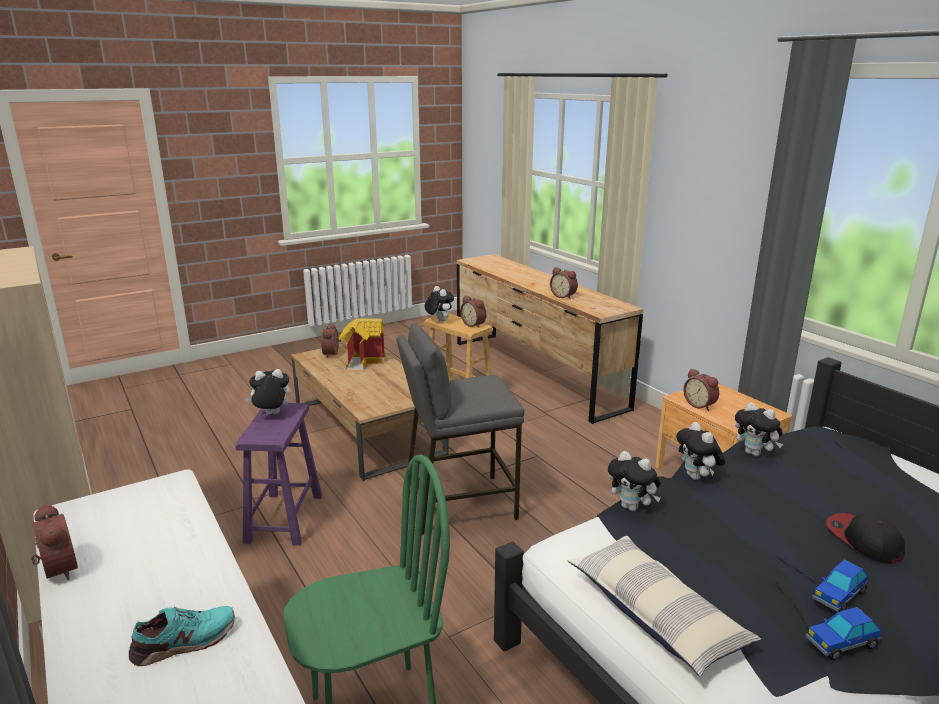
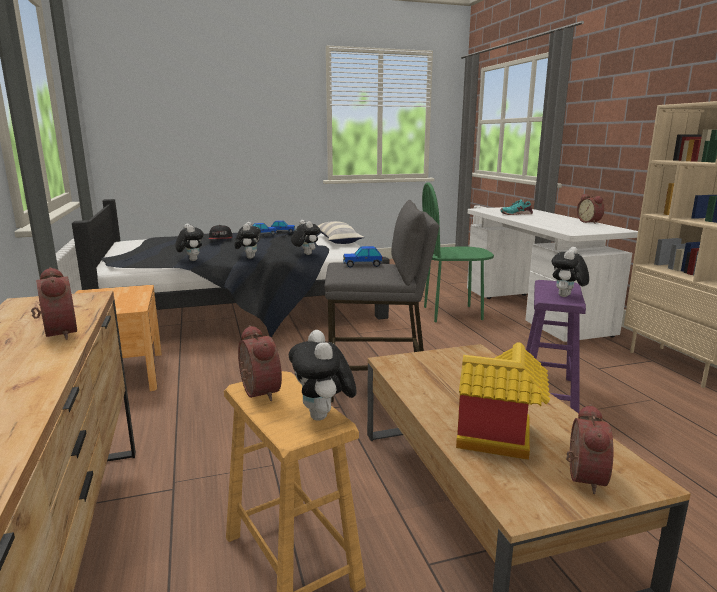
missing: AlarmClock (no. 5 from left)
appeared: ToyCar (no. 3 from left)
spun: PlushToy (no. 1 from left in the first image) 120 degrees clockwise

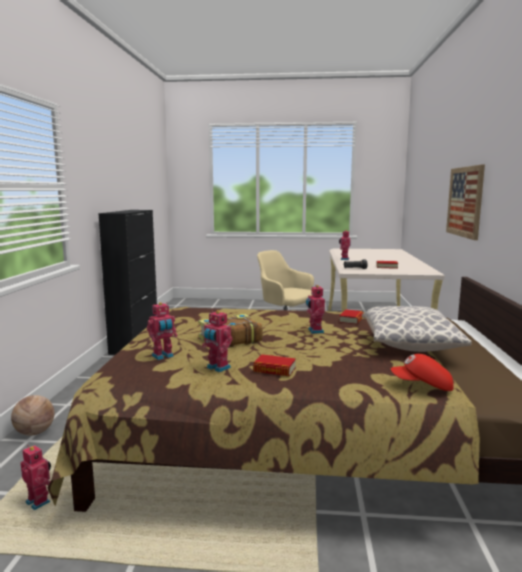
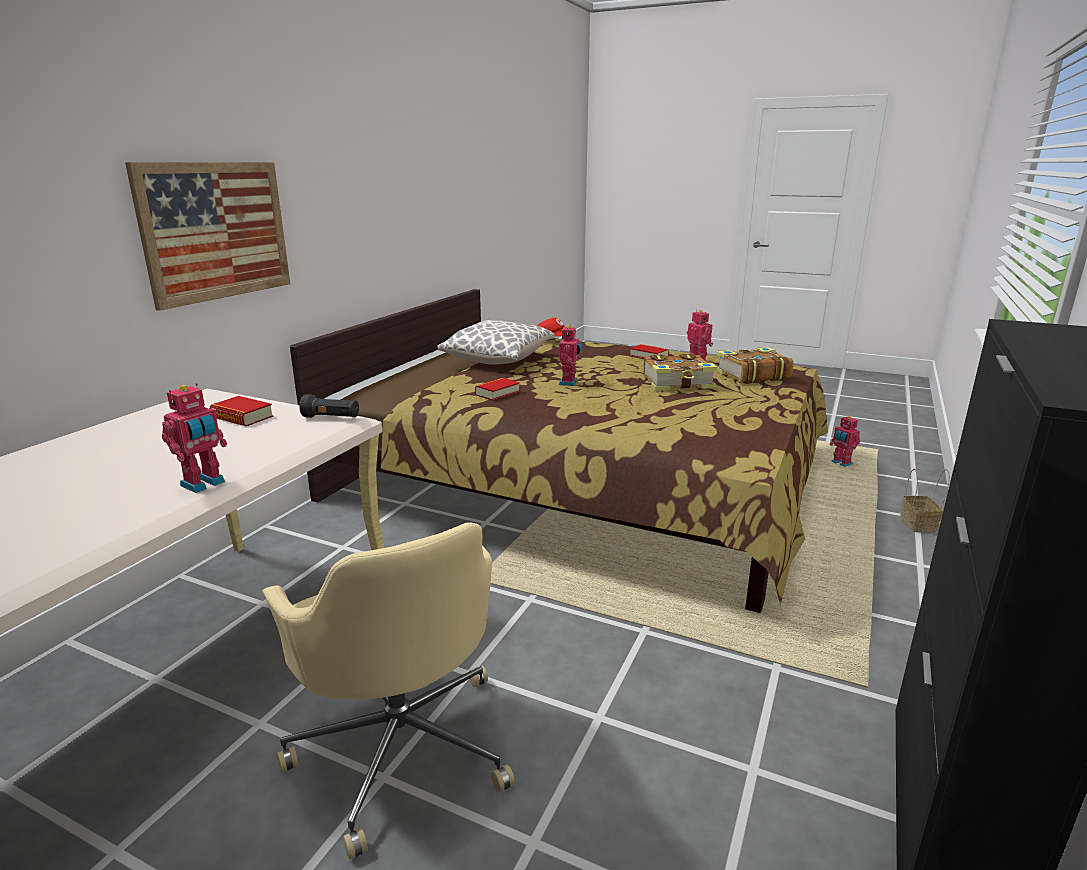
exchanged: ToyRobot (no. 2 from left) to Book (no. 5 from left); Basketball to Basket

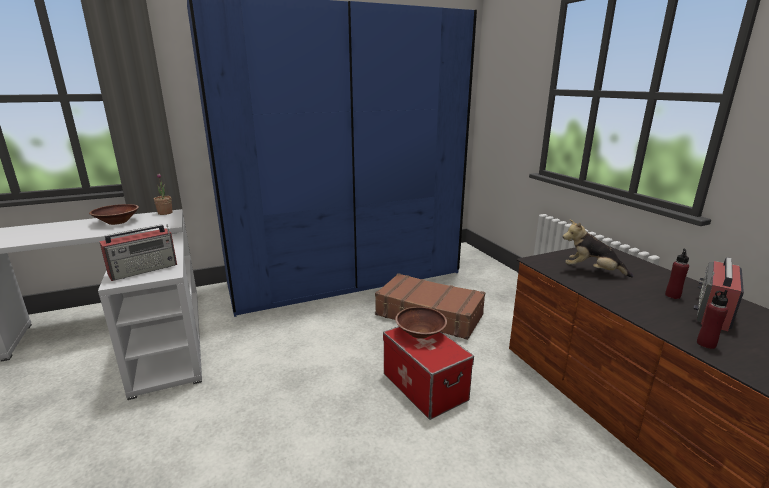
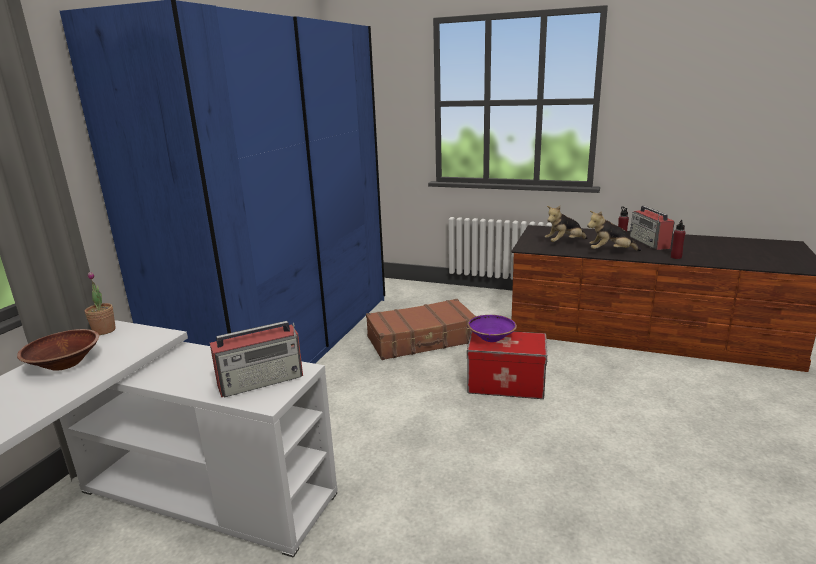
appeared: PlushToy (no. 2 from left)
colour: BrownBowl (no. 2 from left) to PurpleBowl
spun: Radio (no. 1 from left) 60 degrees clockwise

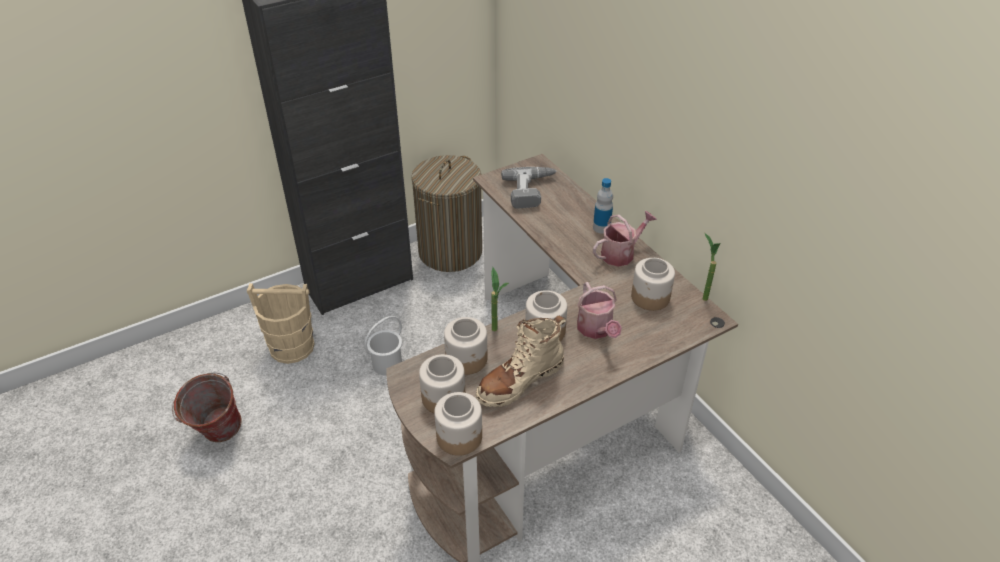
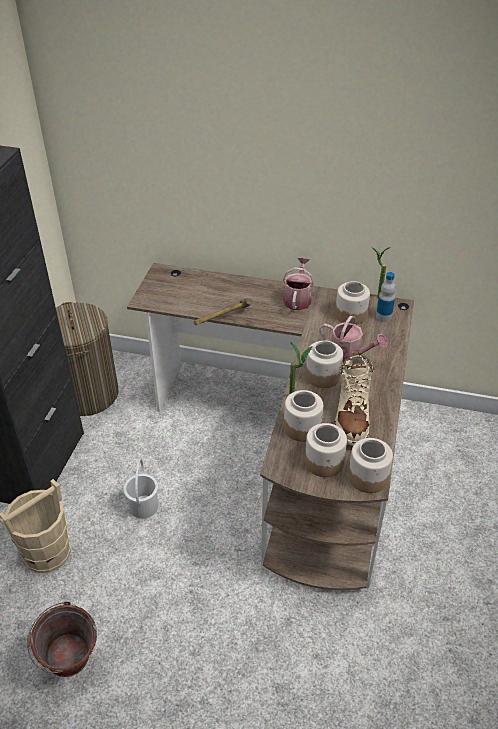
missing: PowerDrill
appeared: Hammer
relocated: Bottle

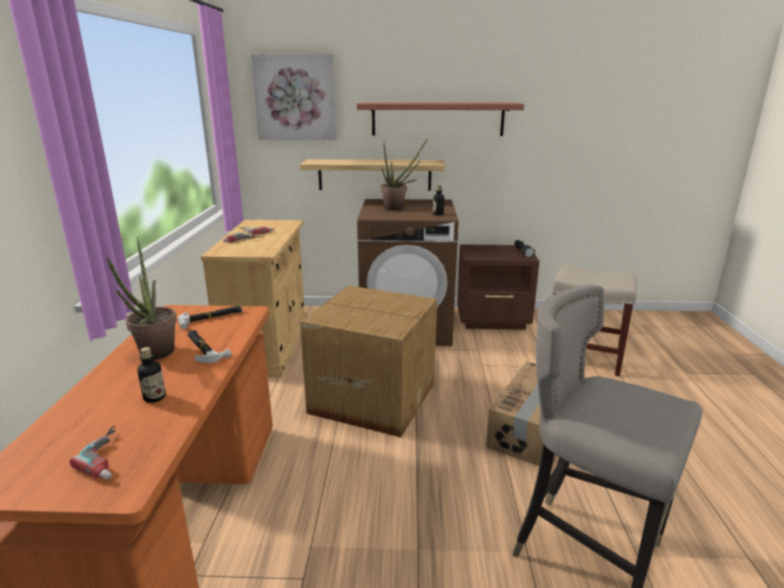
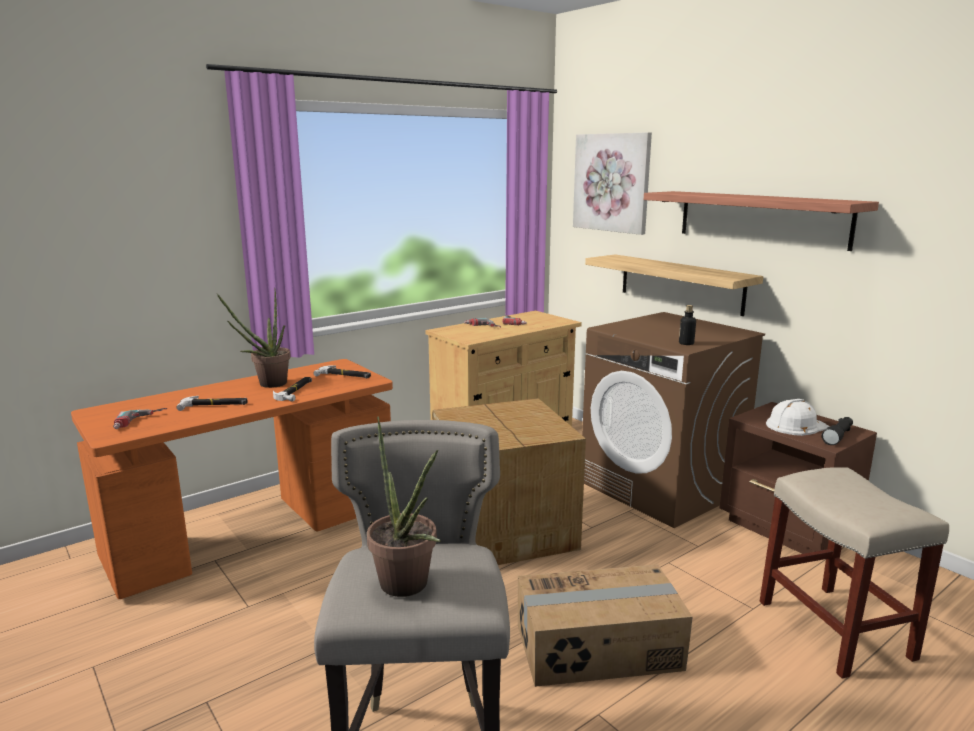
appeared: WhiteHardHat
relocated: PottedPlant (no. 2 from left)
exchanged: Bottle (no. 1 from left) to Hammer (no. 1 from left)

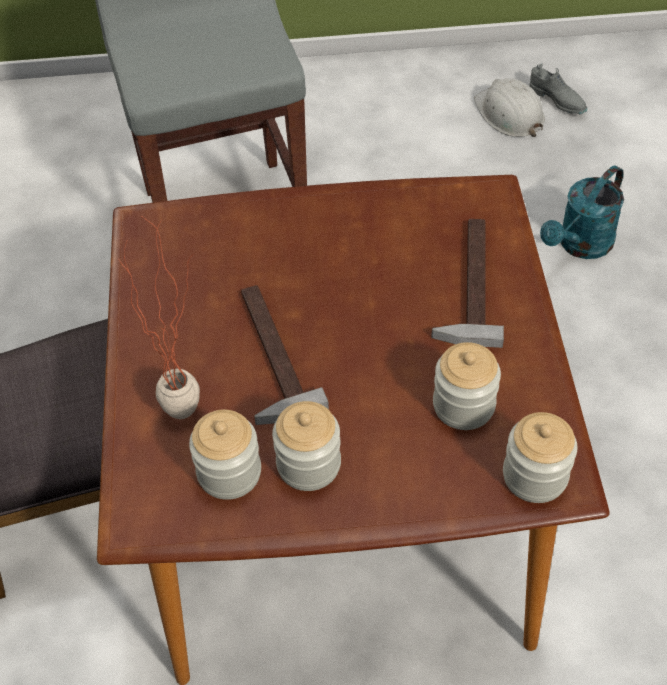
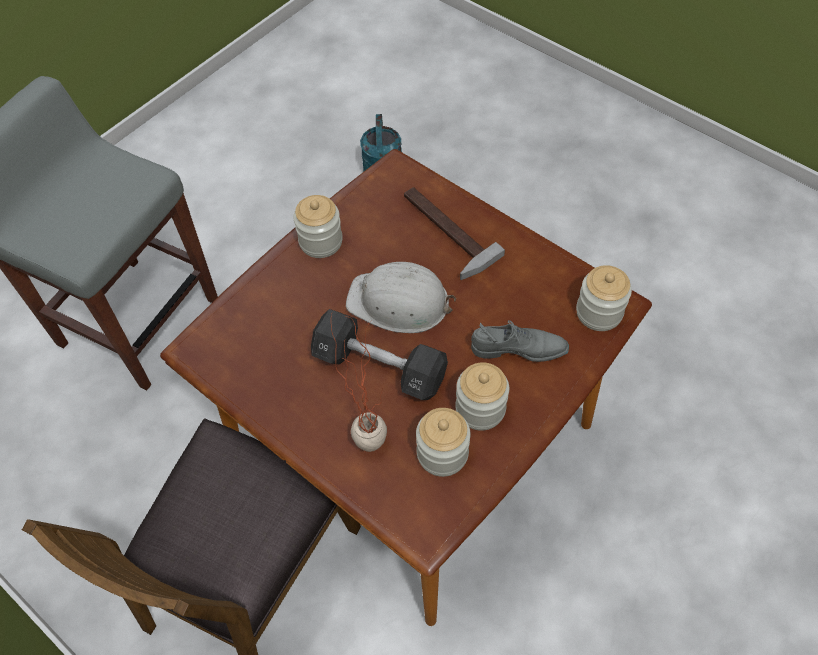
relocated: GreyShoe; WhiteHardHat; Jar (no. 3 from left in the first image) to Jar (no. 1 from left)
exchanged: Hammer (no. 1 from left) to BlackDumbbell

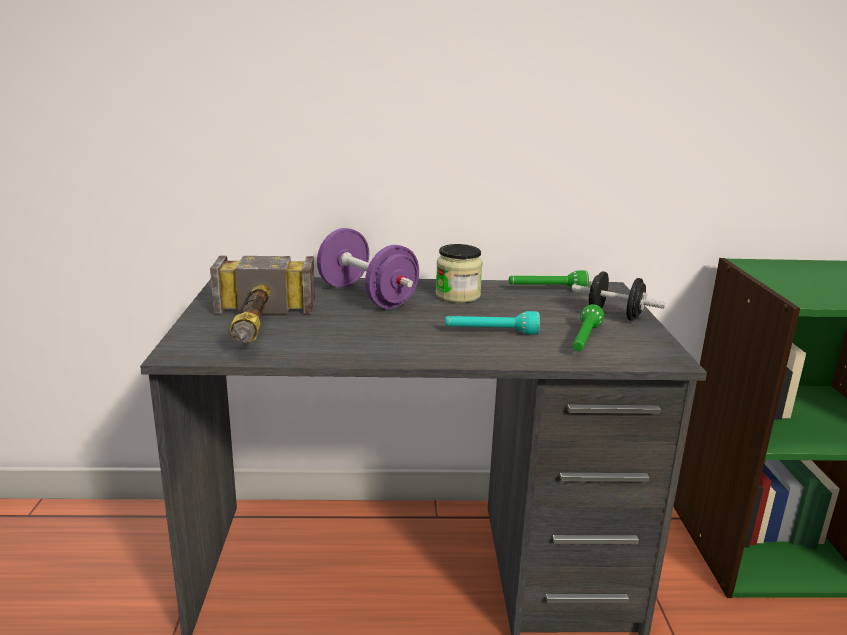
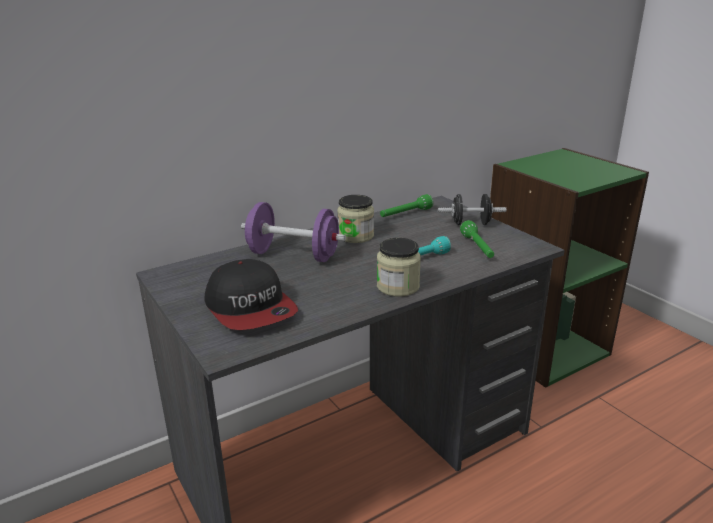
appeared: Jar (no. 2 from left)
exchanged: Hammer to Cap

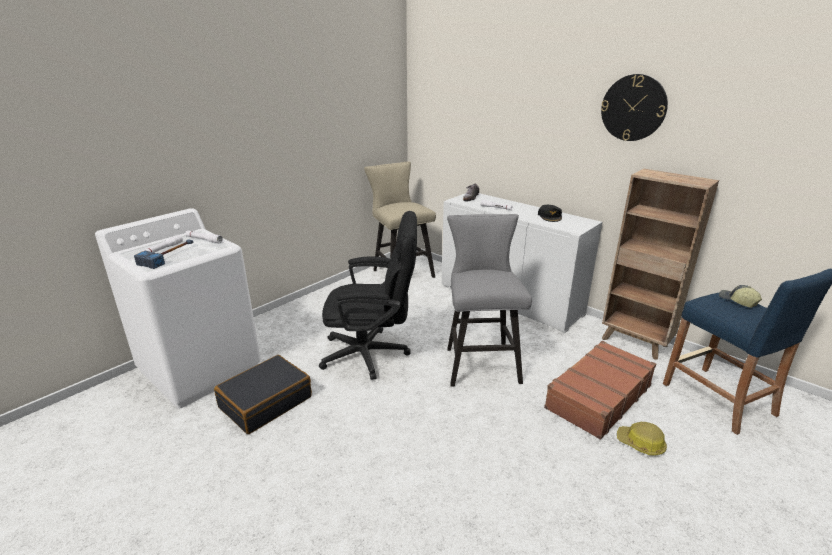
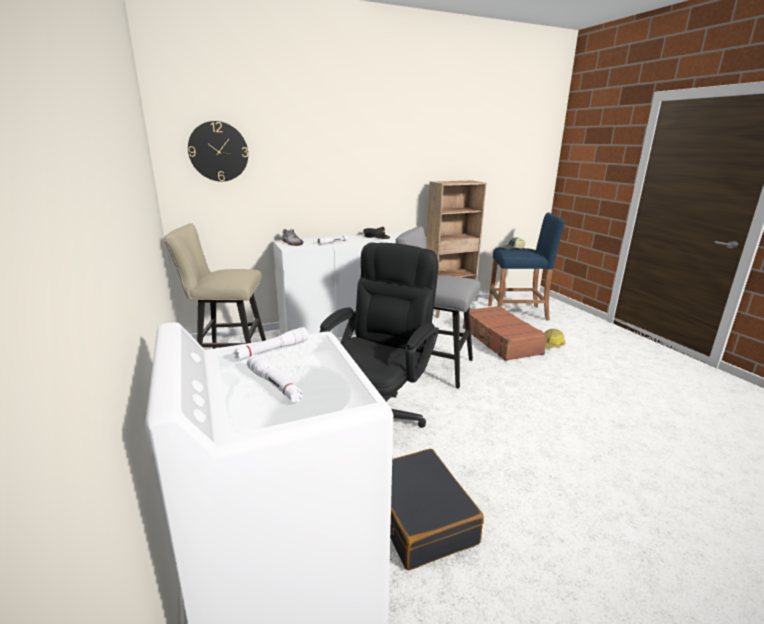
missing: Hammer
relocated: WallClock

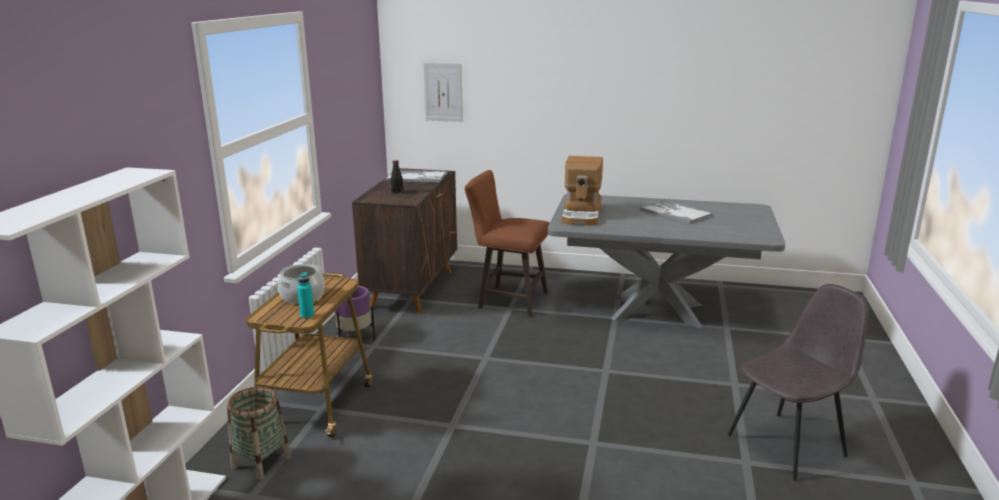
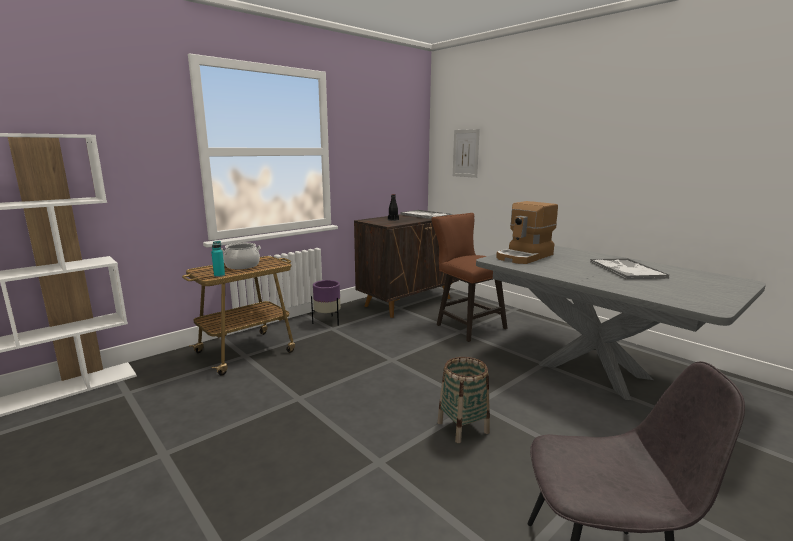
relocated: Basket

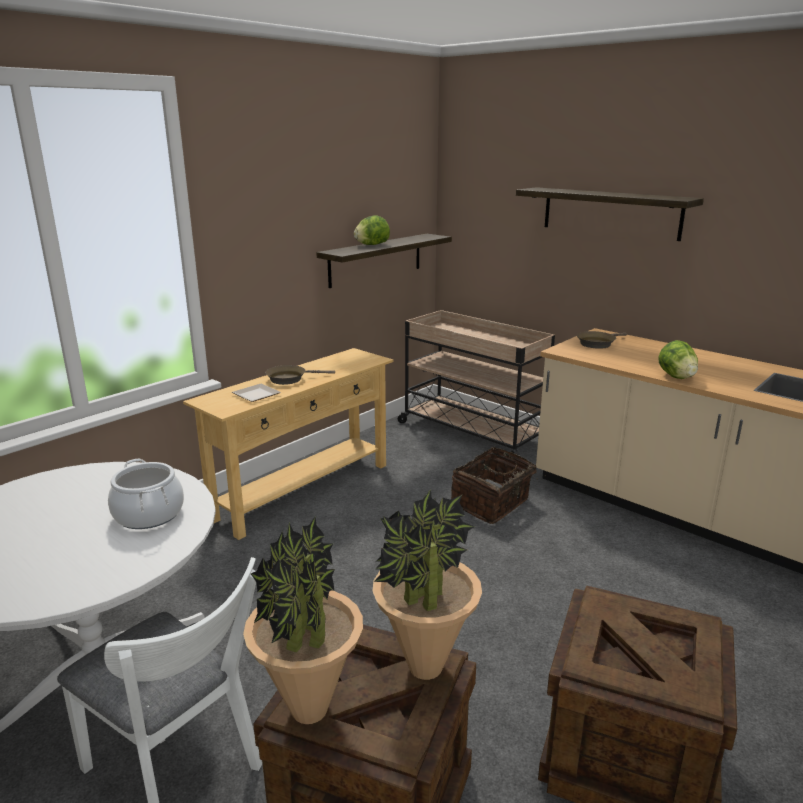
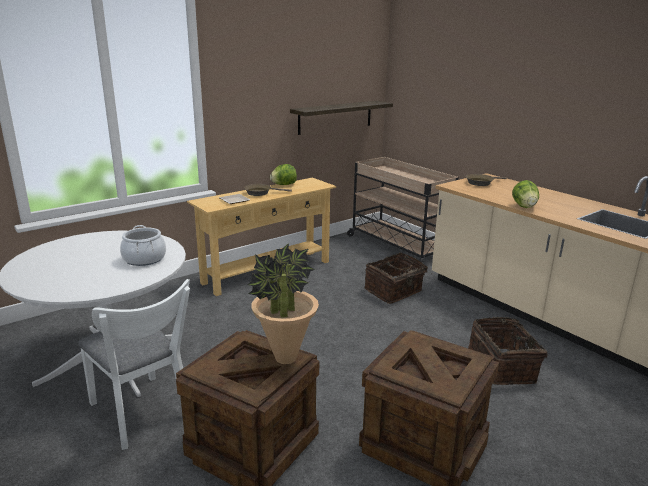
missing: Shelf (no. 2 from left); PottedPlant (no. 1 from left)
appeared: Basket (no. 2 from left)
relocated: Lettuce (no. 1 from left)

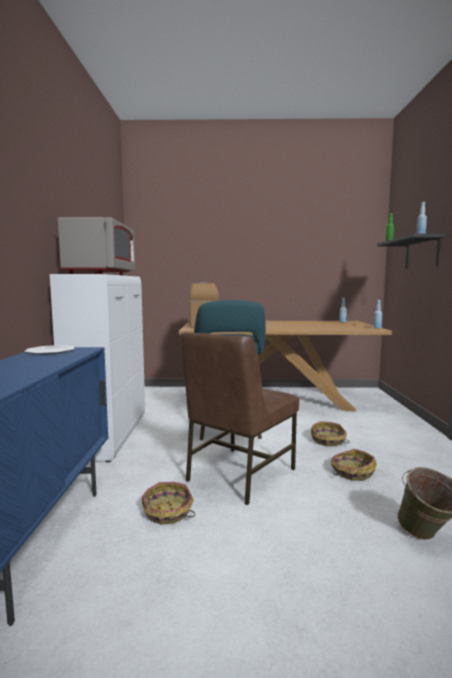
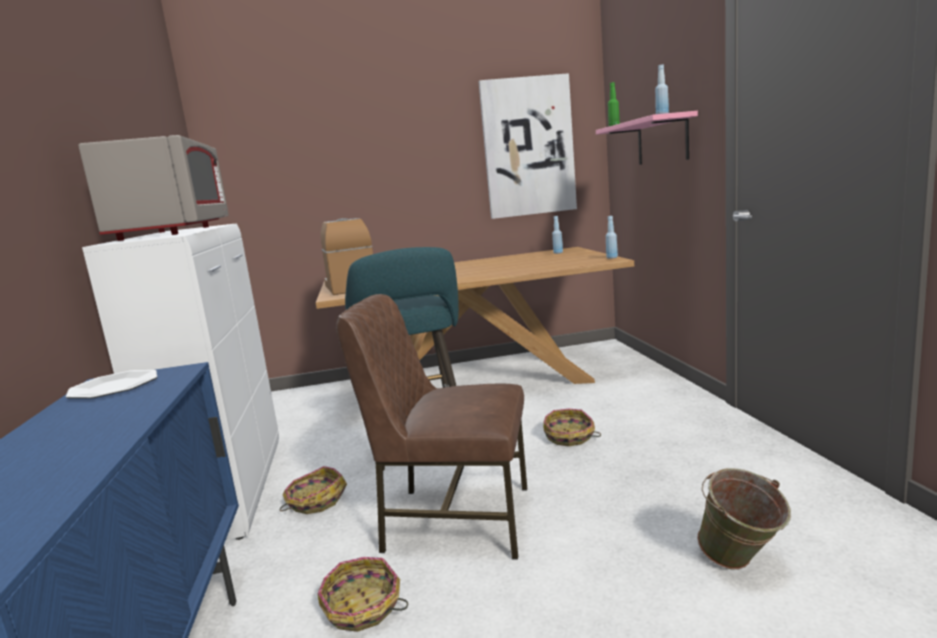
appeared: Picture
relocated: Basket (no. 3 from left in the first image) to Basket (no. 1 from left)
colour: BlackShelf to PinkShelf
spun: BrownChair 75 degrees clockwise

